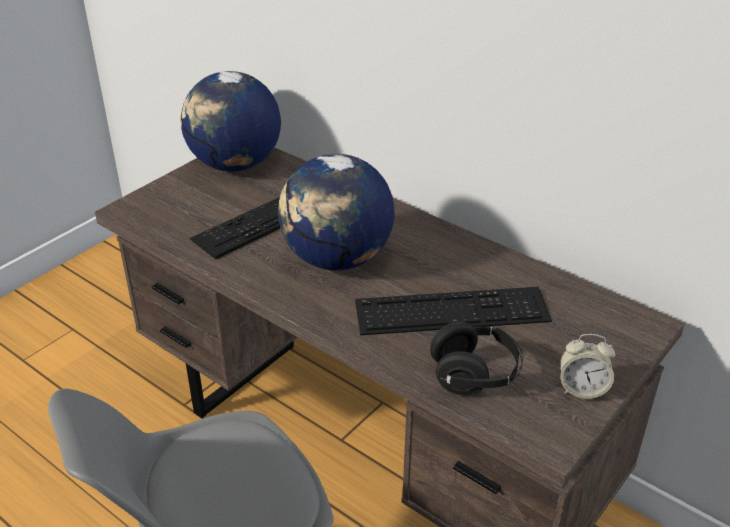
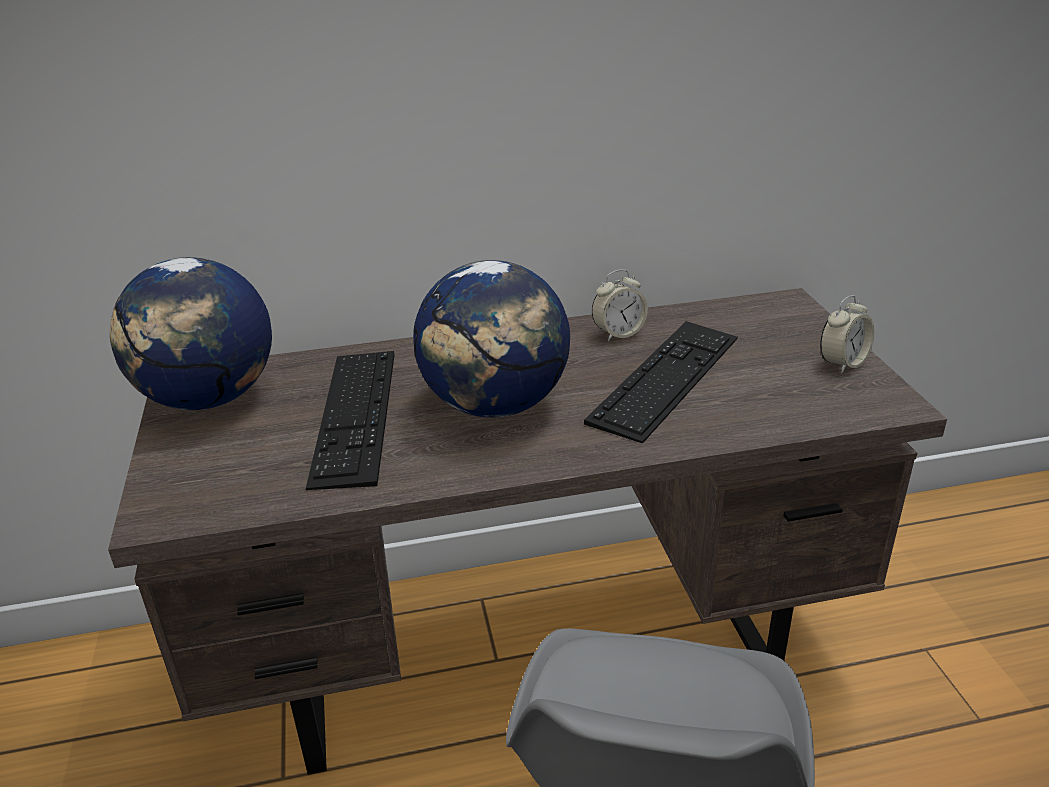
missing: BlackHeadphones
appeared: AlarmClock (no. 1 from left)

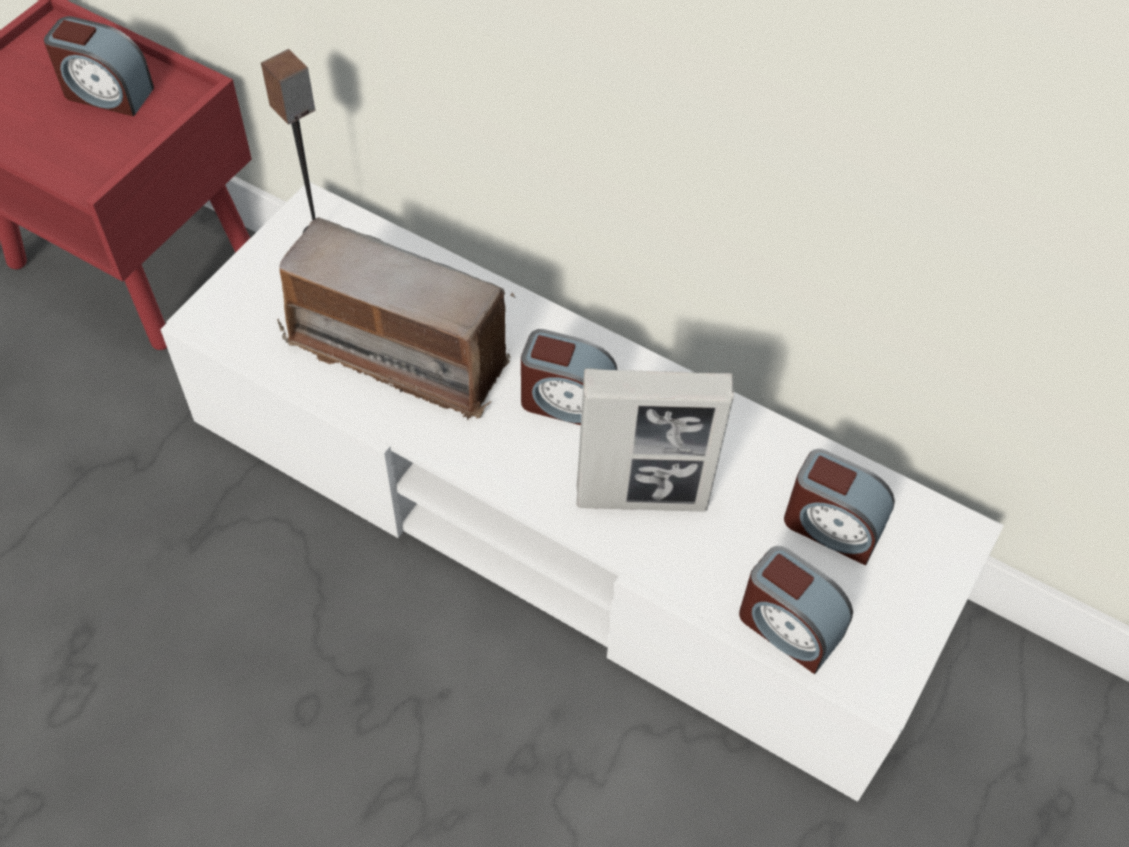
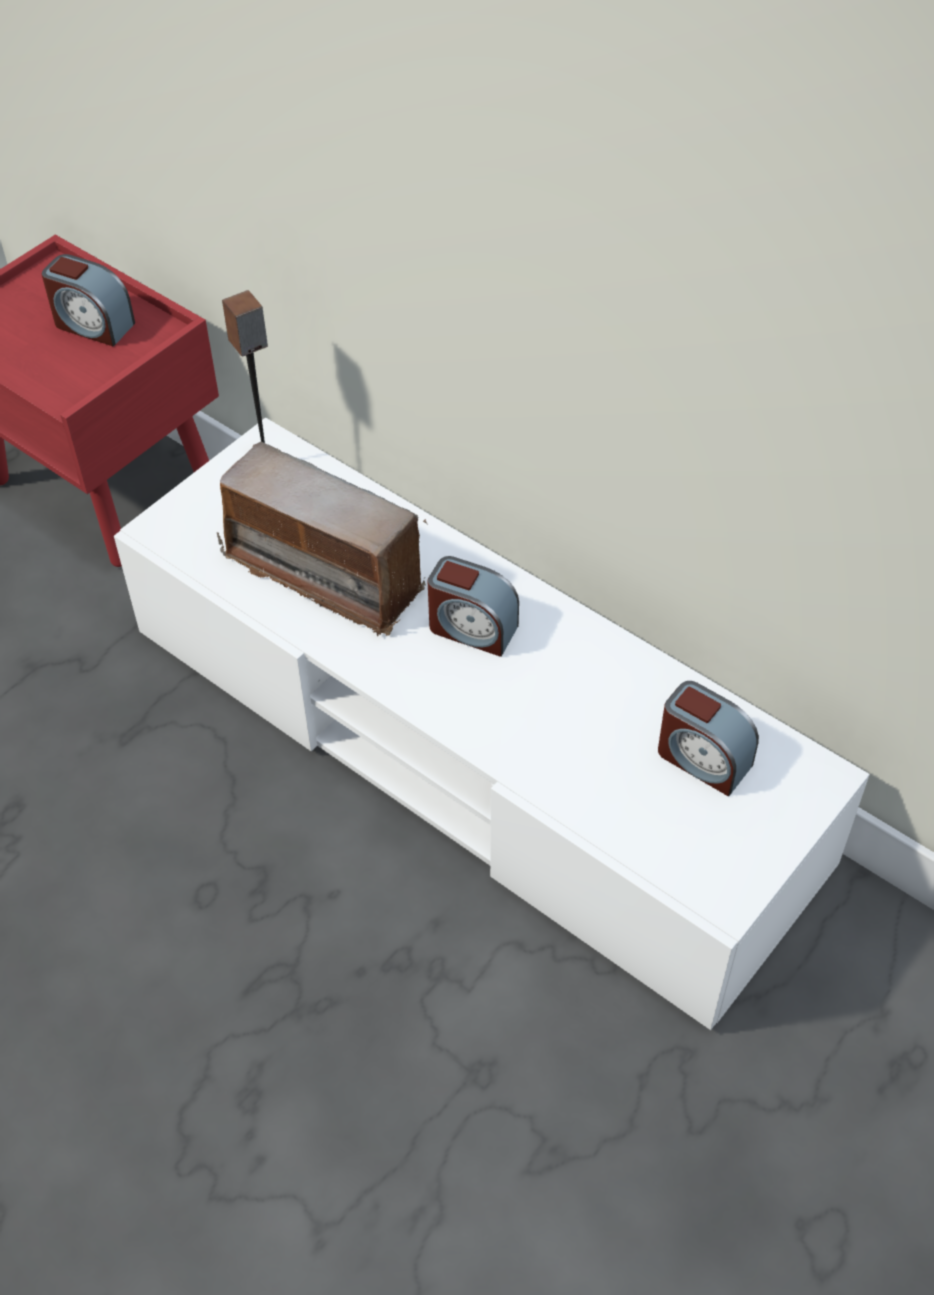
missing: PictureFrame; AlarmClock (no. 3 from left)

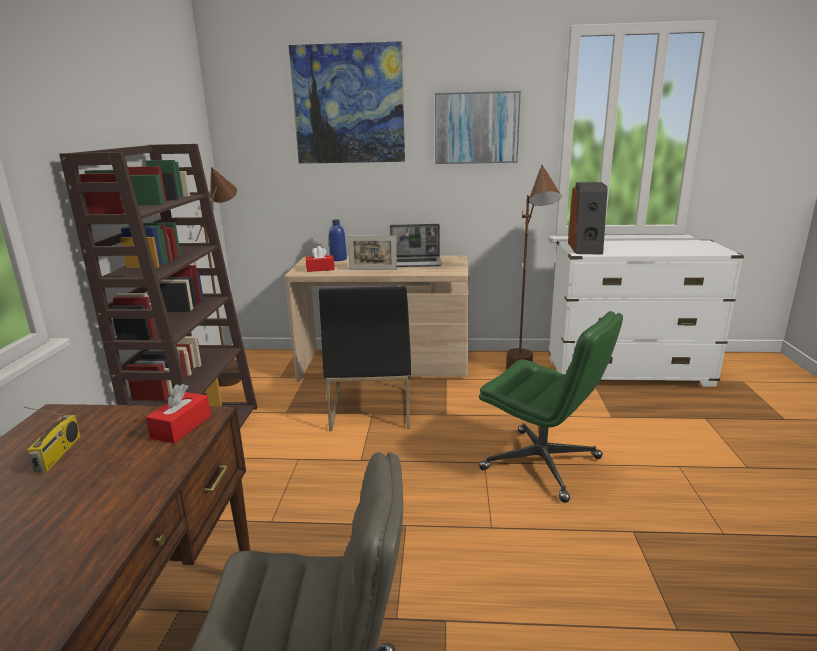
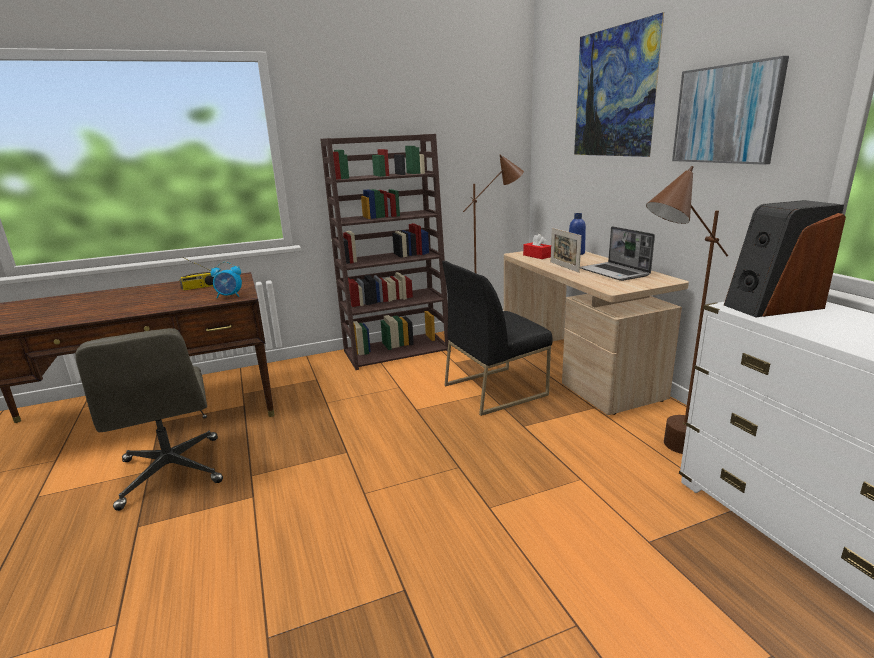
missing: GreenOfficeChair
exchanged: RedTissueBox (no. 1 from left) to AlarmClock

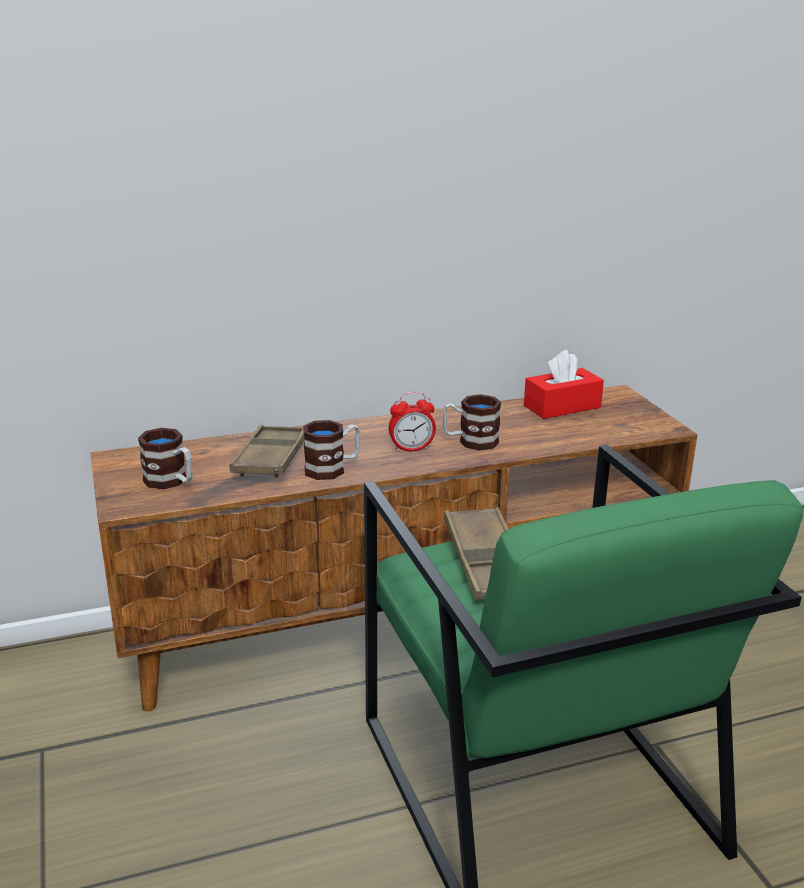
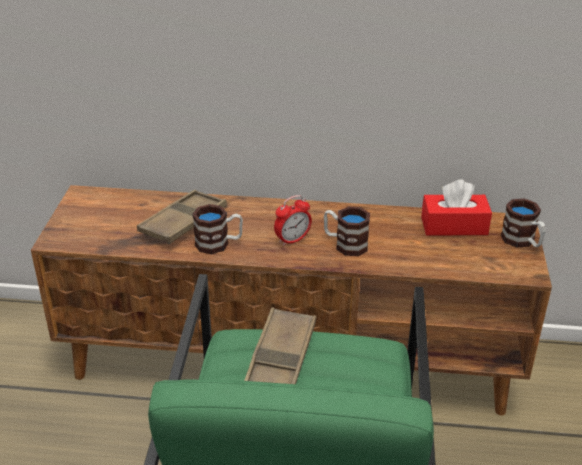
relocated: Mug (no. 1 from left in the first image) to Mug (no. 3 from left)
spun: AlarmClock 45 degrees counterclockwise

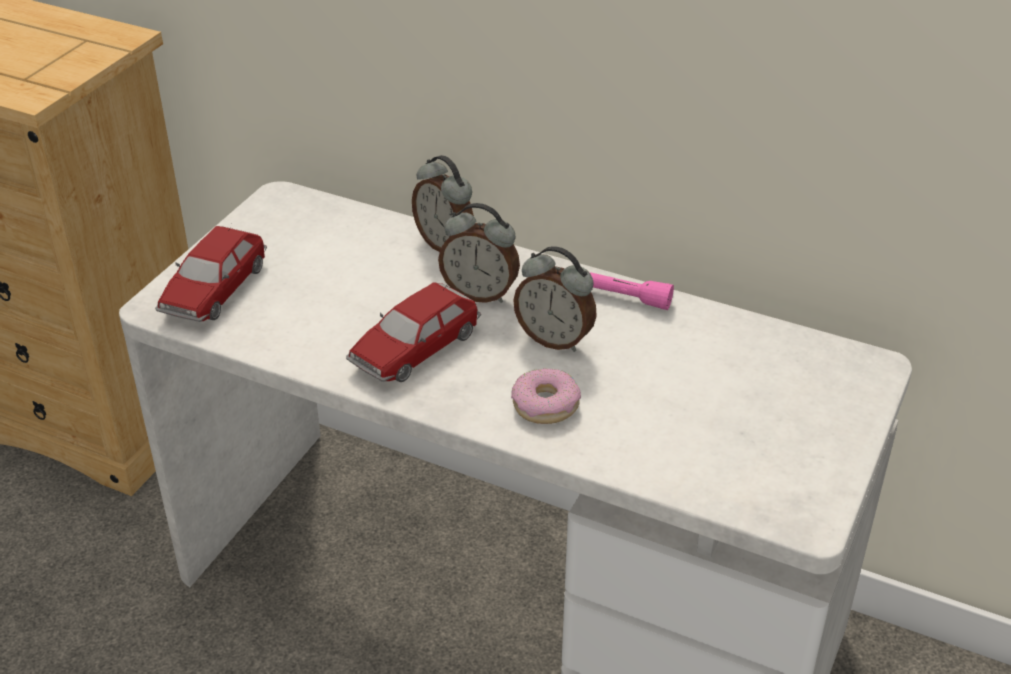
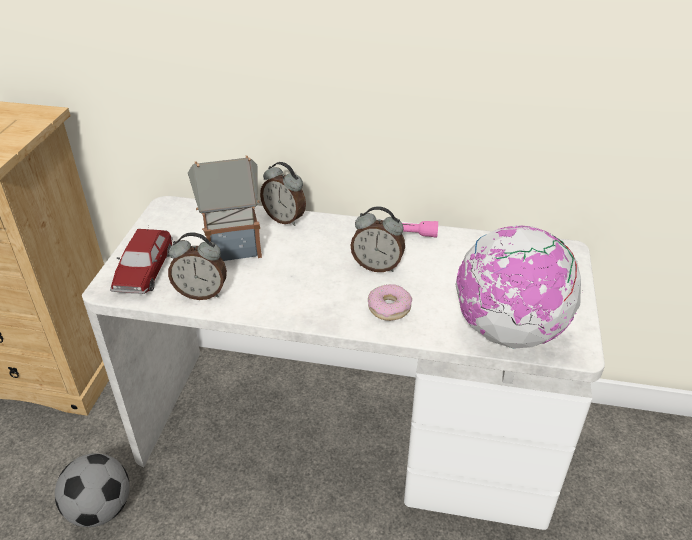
missing: ToyCar (no. 2 from left)
appeared: ToyHouse; Globe; Football
relocated: AlarmClock (no. 2 from left in the first image) to AlarmClock (no. 1 from left)

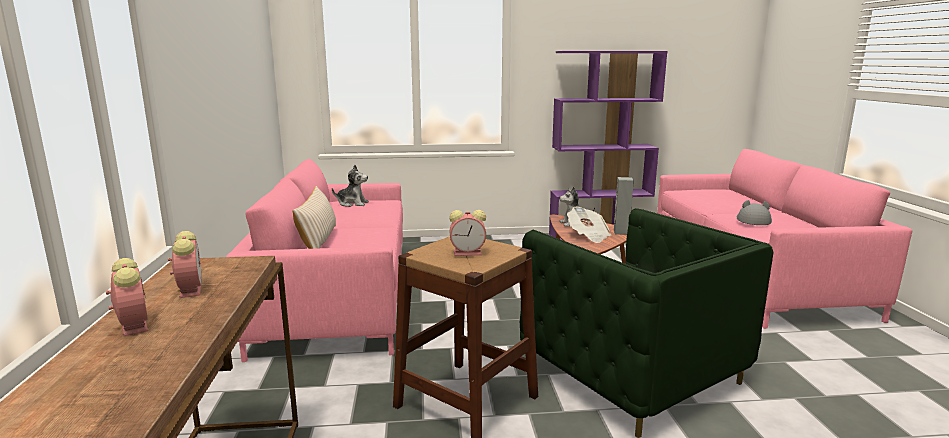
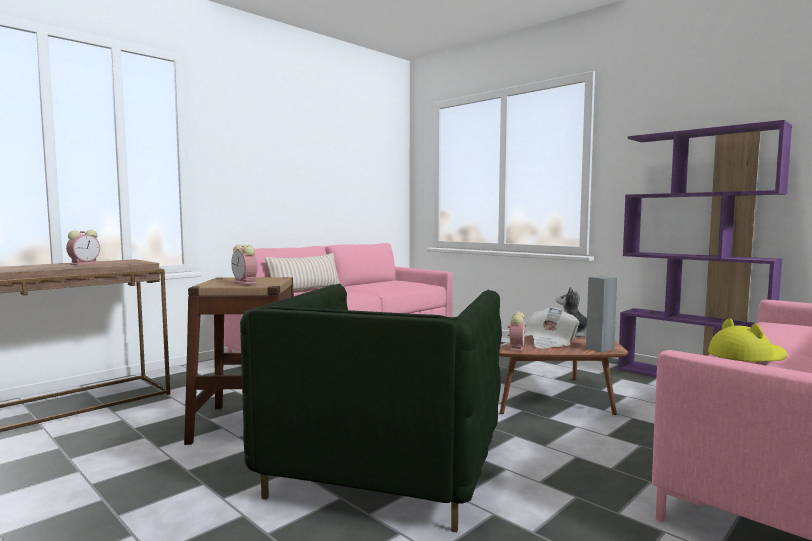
missing: PlushToy (no. 1 from left)
relocated: AlarmClock (no. 1 from left in the first image) to AlarmClock (no. 3 from left)
colour: GreyHat to YellowHat

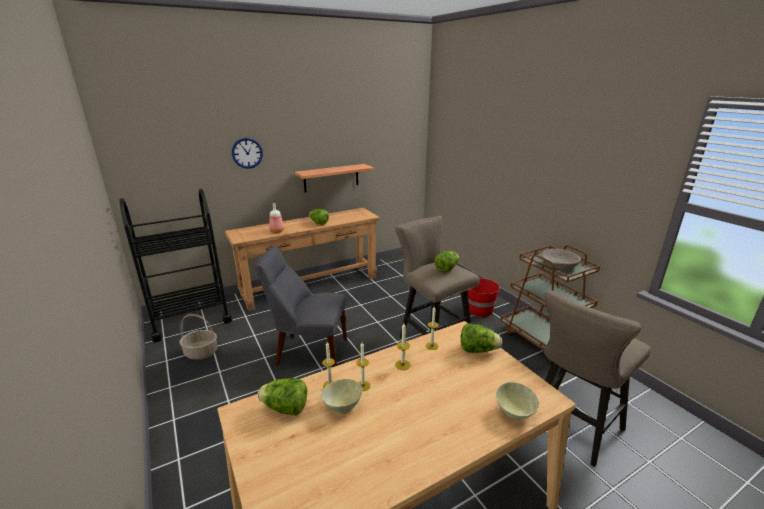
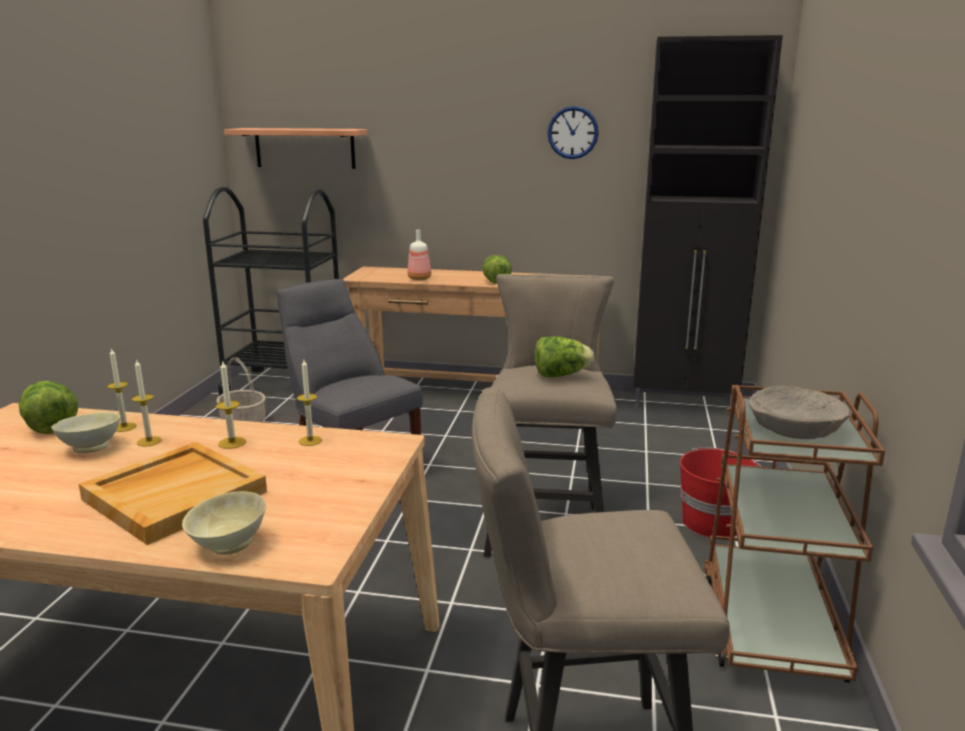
missing: Lettuce (no. 4 from left)
appeared: BlackCabinet; BeigeTray
relocated: WallClock; Shelf

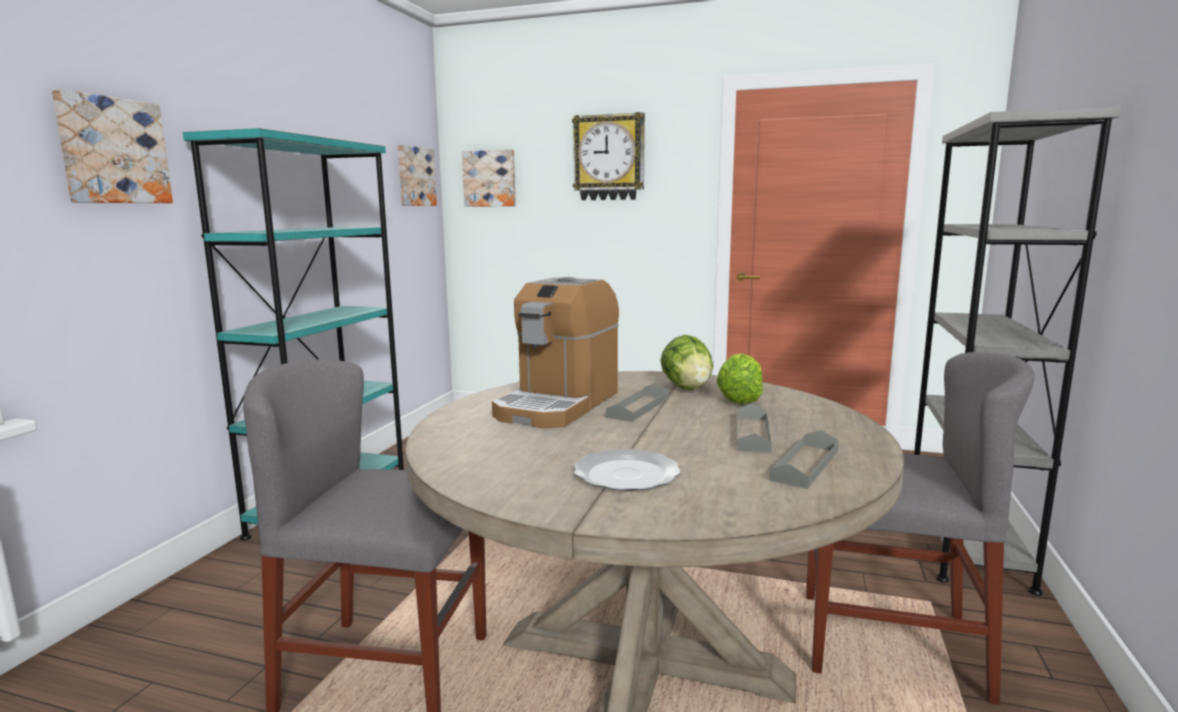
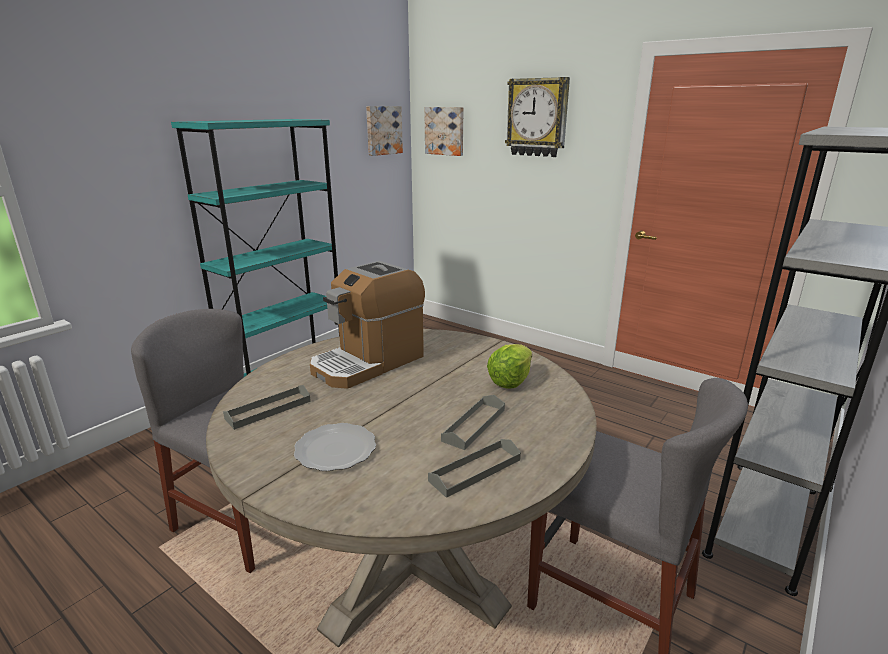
missing: Picture (no. 1 from left); Lettuce (no. 1 from left)
relocated: GreyTray (no. 1 from left)

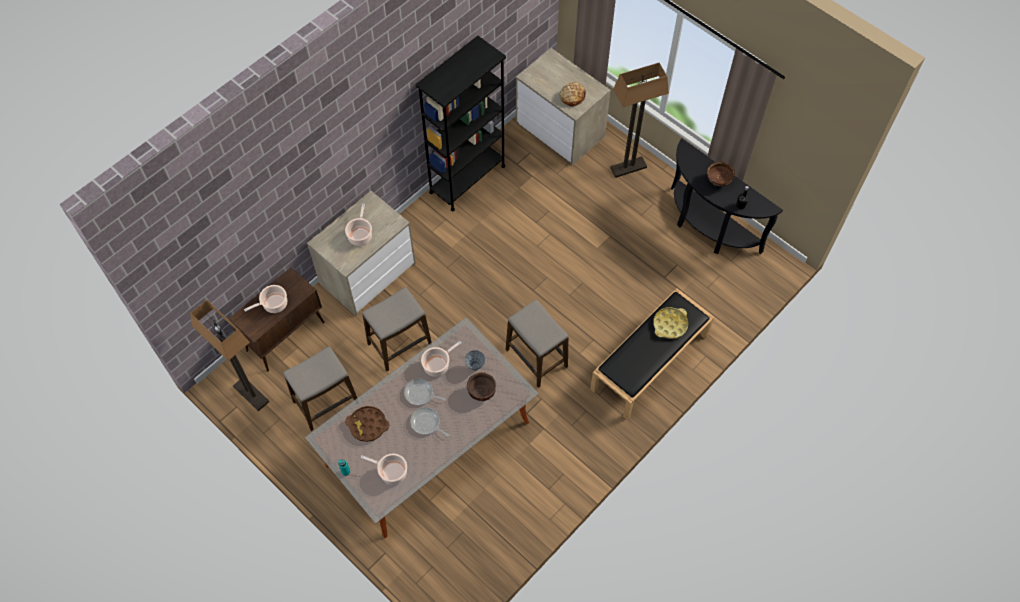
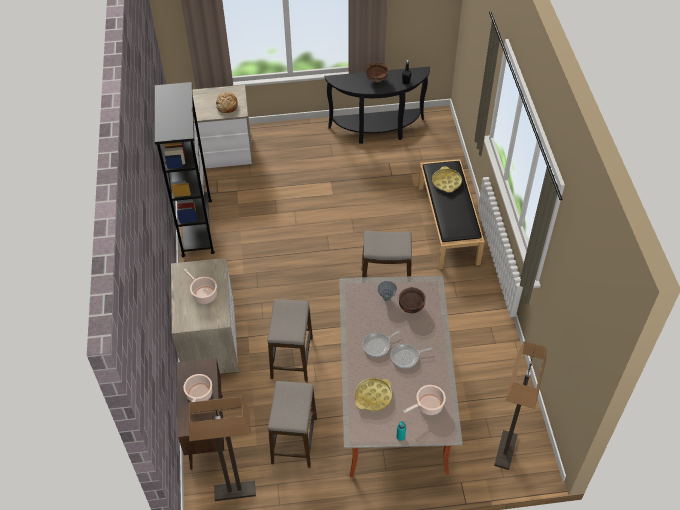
missing: CookingPot (no. 4 from left)
relocated: FloorLamp (no. 2 from left)
colour: BrownTray to YellowTray (no. 1 from left)

